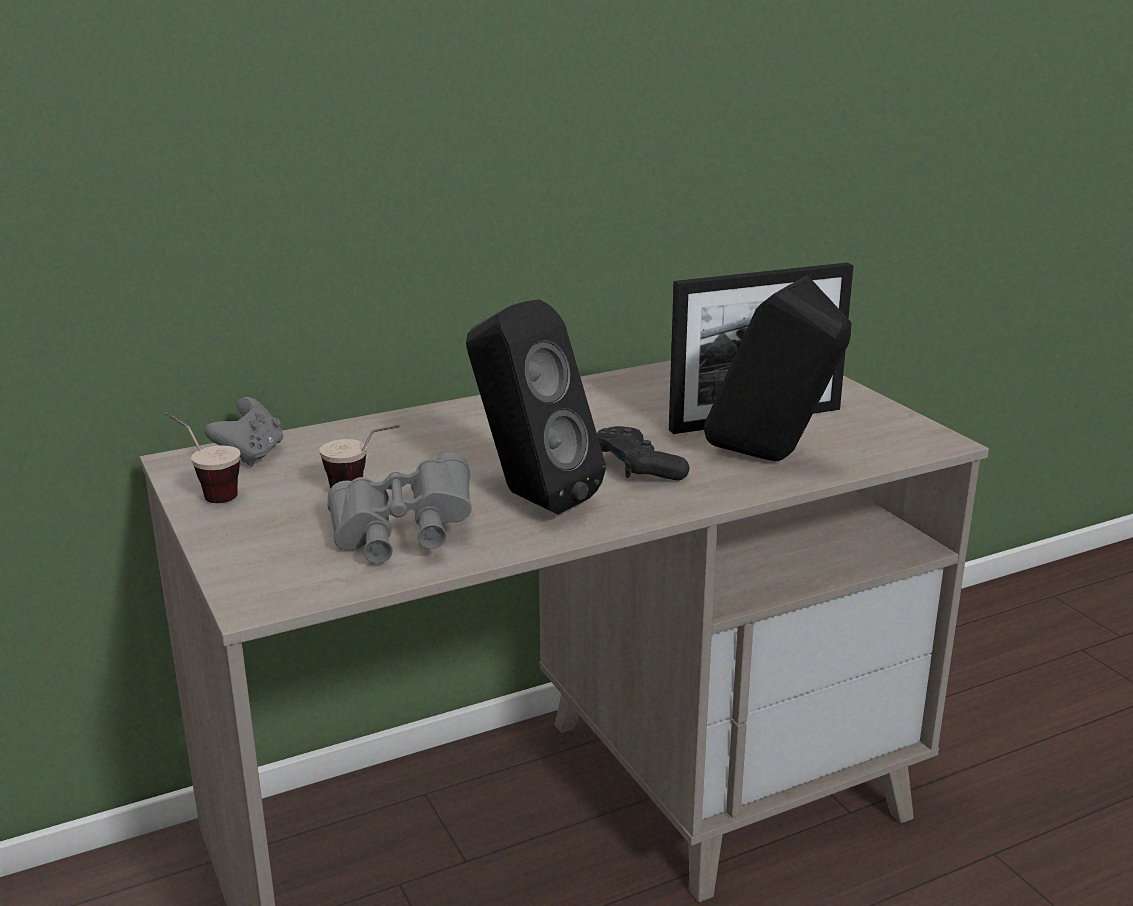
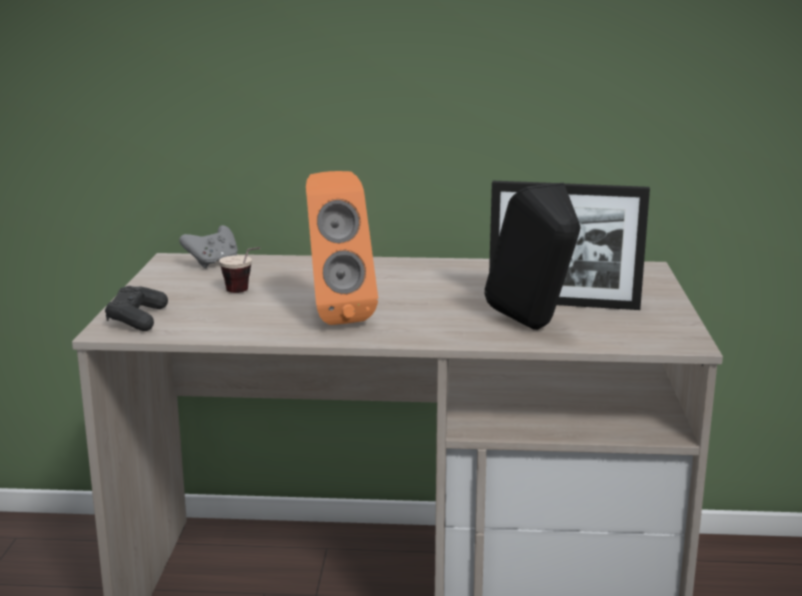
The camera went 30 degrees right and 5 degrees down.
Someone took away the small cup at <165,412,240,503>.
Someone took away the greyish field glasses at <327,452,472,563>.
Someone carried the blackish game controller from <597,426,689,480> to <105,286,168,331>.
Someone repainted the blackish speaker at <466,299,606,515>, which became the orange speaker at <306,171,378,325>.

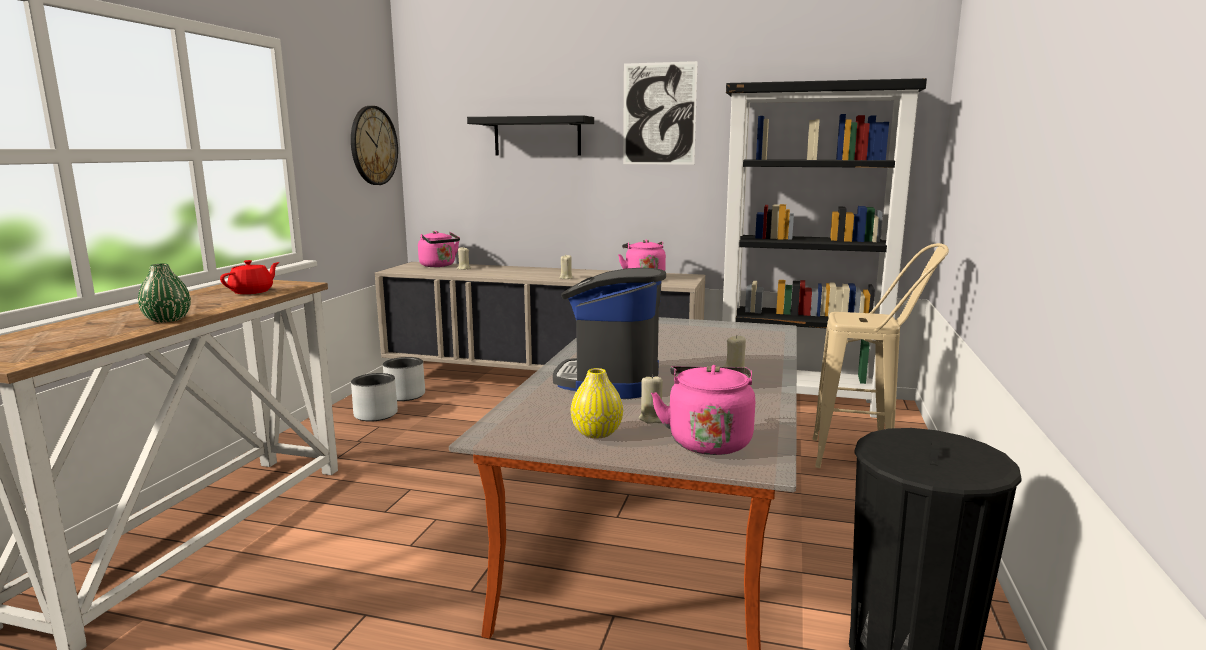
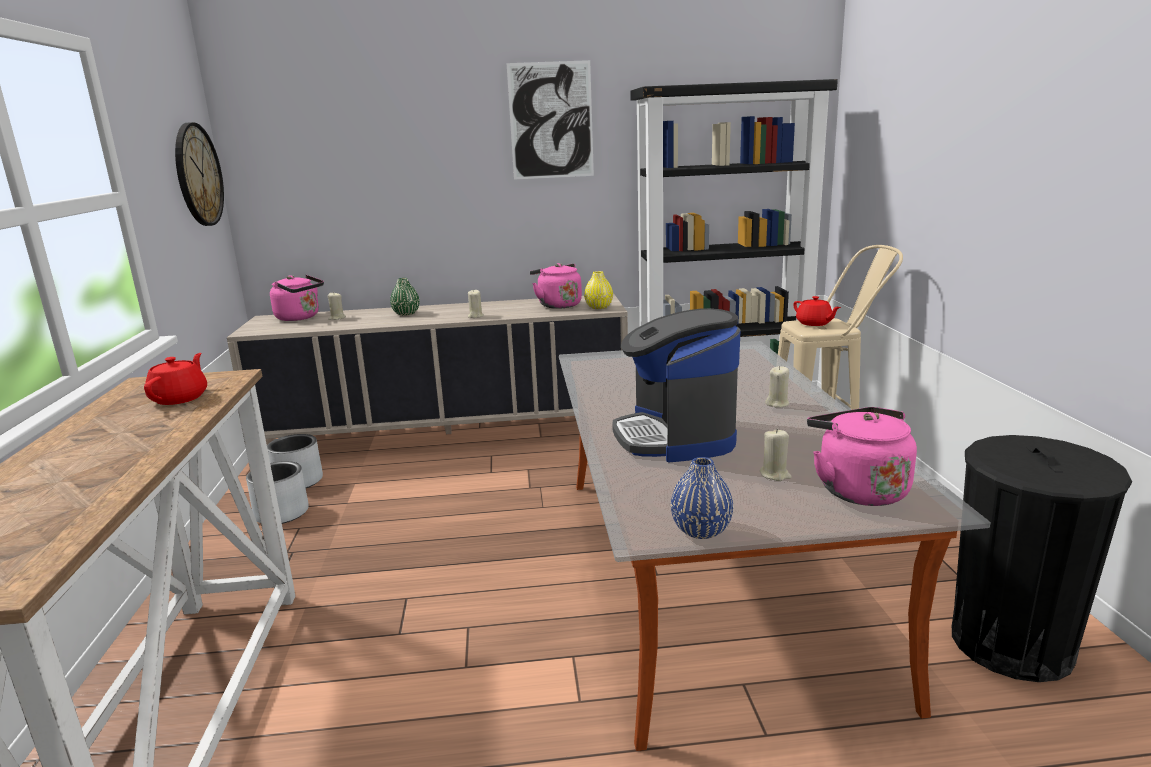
The camera went 20 degrees left and 5 degrees up.
Someone took away the blackish wall shelf at <467,115,594,156>.
Someone put down the blue vase at <671,457,733,539>.
Someone put down the reddish tea pot at <793,296,841,326>.
Someone carried the green vase from <138,263,191,323> to <390,278,420,316>.
Someone carried the yellow-coloured vase from <571,368,623,438> to <584,271,613,309>.

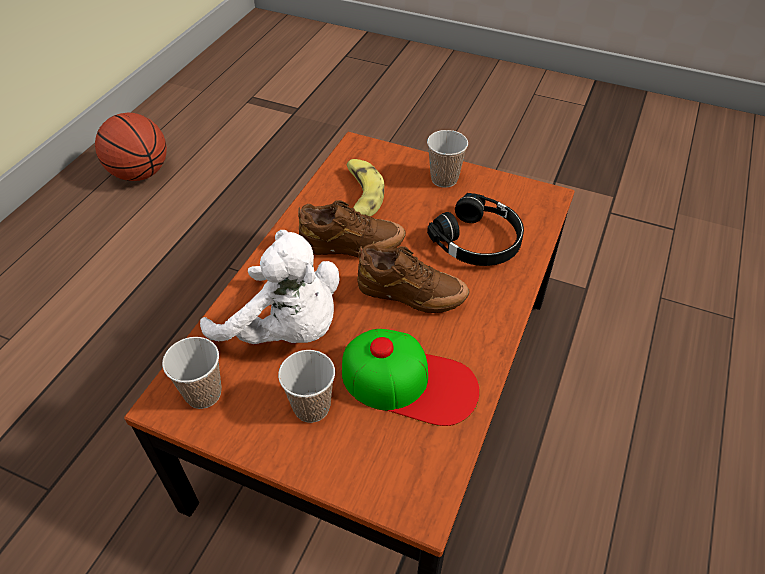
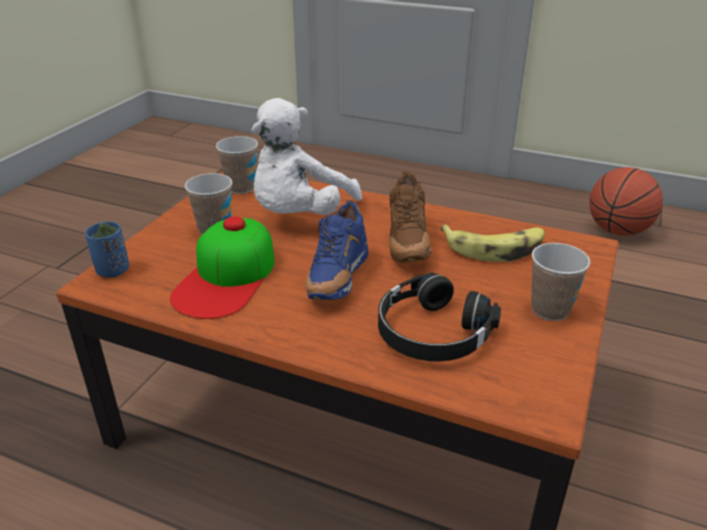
The camera went 90 degrees right and 15 degrees down.
Someone put down the blue small cup at <85,221,129,278>.
Someone repainted the brownish shoe at <357,244,470,313>, which became the blue shoe at <305,200,368,300>.

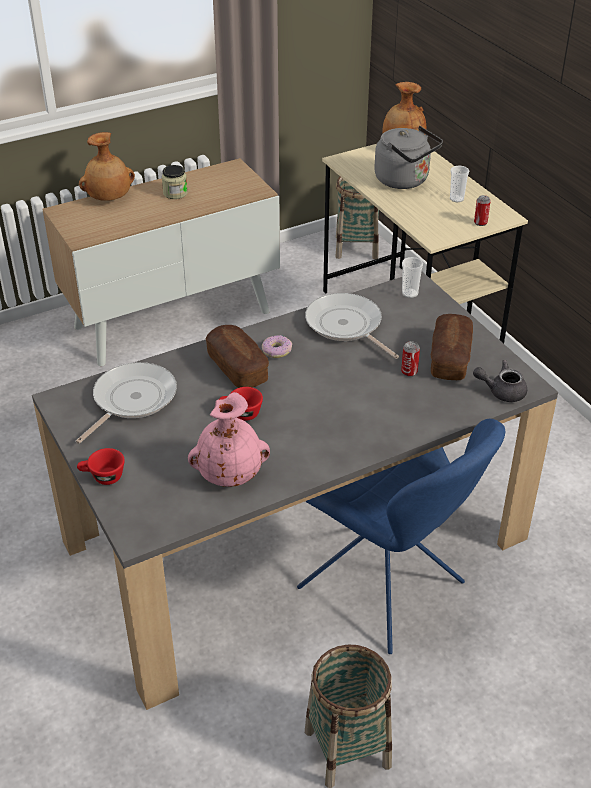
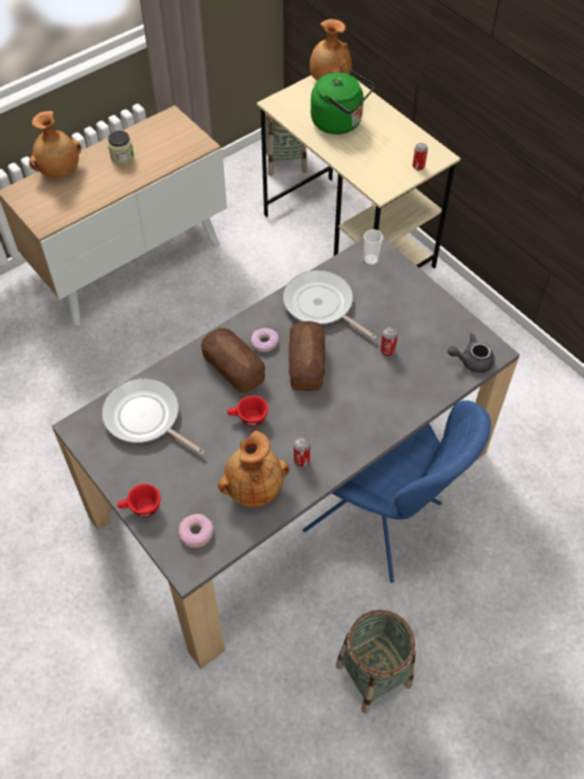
The camera went 10 degrees left and 15 degrees up.
Someone took away the small cup at <450,166,469,202>.
Someone put down the donut at <179,514,213,548>.
Someone put down the can at <294,438,310,466>.
Someone carried the bakery bread from <431,314,473,380> to <289,321,325,391>.
Someone repainted the pinkish vase at <188,392,270,487>, which became the brownish vase at <218,430,289,507>.
Someone repainted the greyish tea kettle at <374,126,443,189>, which became the green tea kettle at <311,70,375,134>.
Someone rotated the frying pan at <75,362,177,444> by 75 degrees counterclockwise.

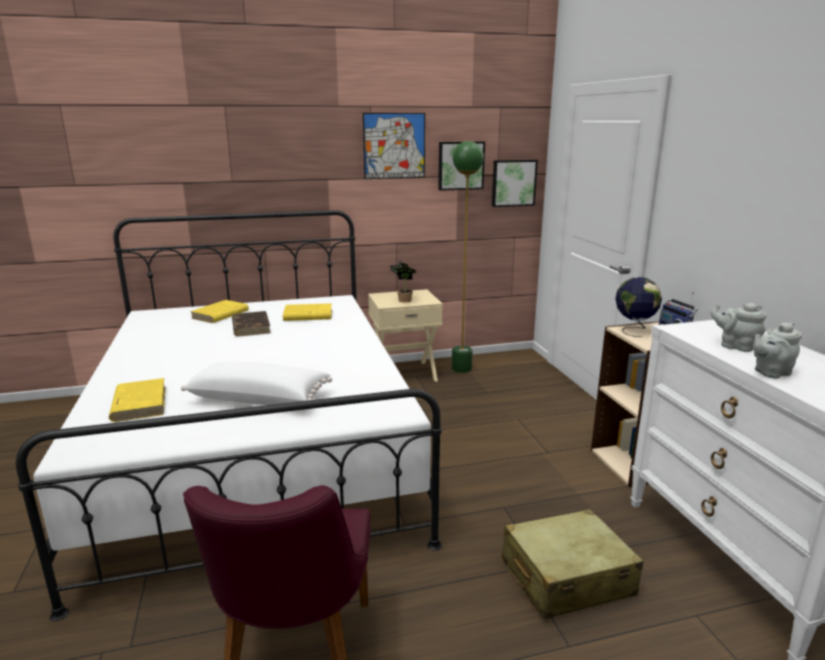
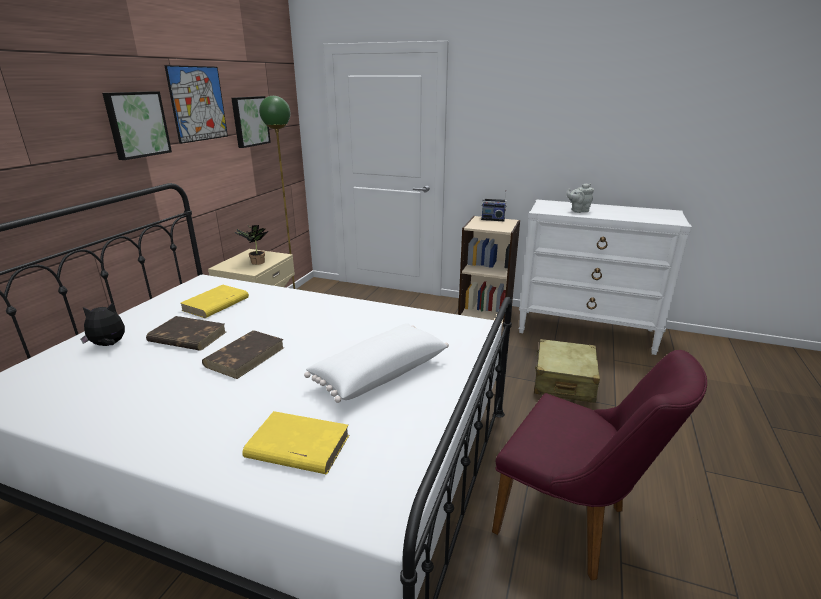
The camera went 55 degrees left and 5 degrees up.
Someone took away the world globe at <615,277,662,337>.
Someone took away the greyish tea pot at <753,322,802,378>.
Someone put down the brownish volume at <202,330,284,379>.
Someone carried the picture from <492,160,538,207> to <102,91,172,160>.
Someone swapped the yellow-coloured volume at <190,300,249,323> for the cuddly toy at <81,302,125,346>.

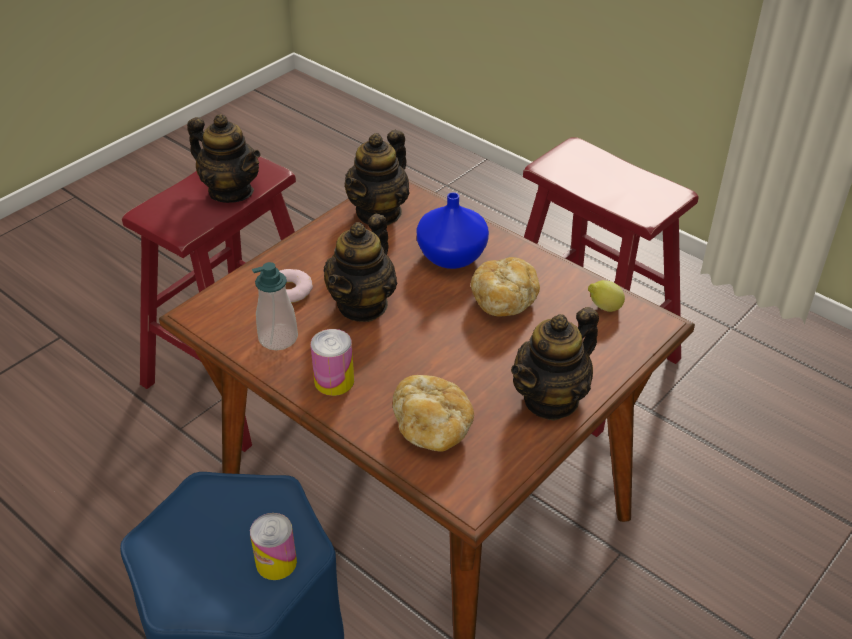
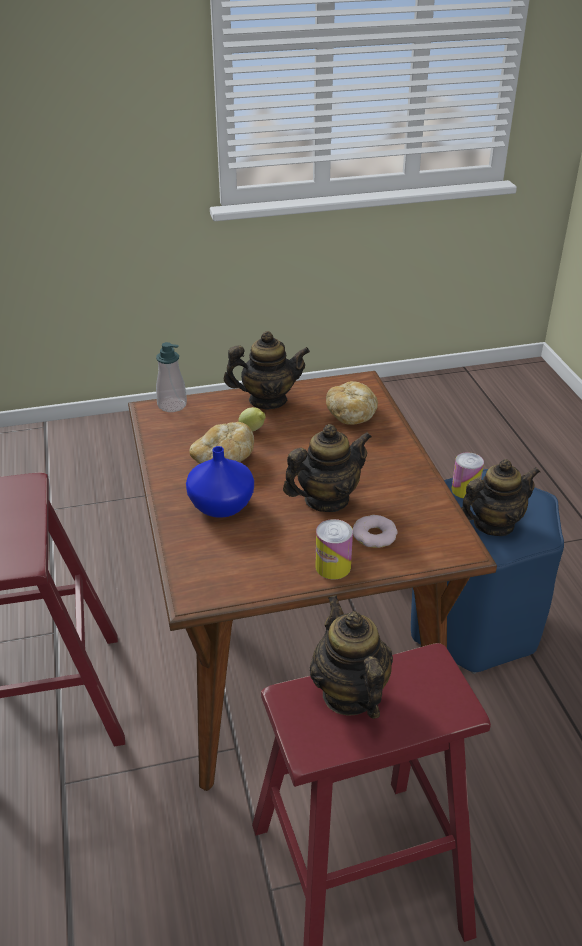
The camera went 145 degrees left and 5 degrees down.
Someone carried the soap dispenser from <252,262,298,350> to <156,342,187,412>.
Someone carried the can from <311,329,354,396> to <315,519,353,579>.
Someone carried the tea pot from <345,130,410,226> to <461,459,540,536>.
Someone carried the lemon from <588,280,625,312> to <238,407,266,432>.

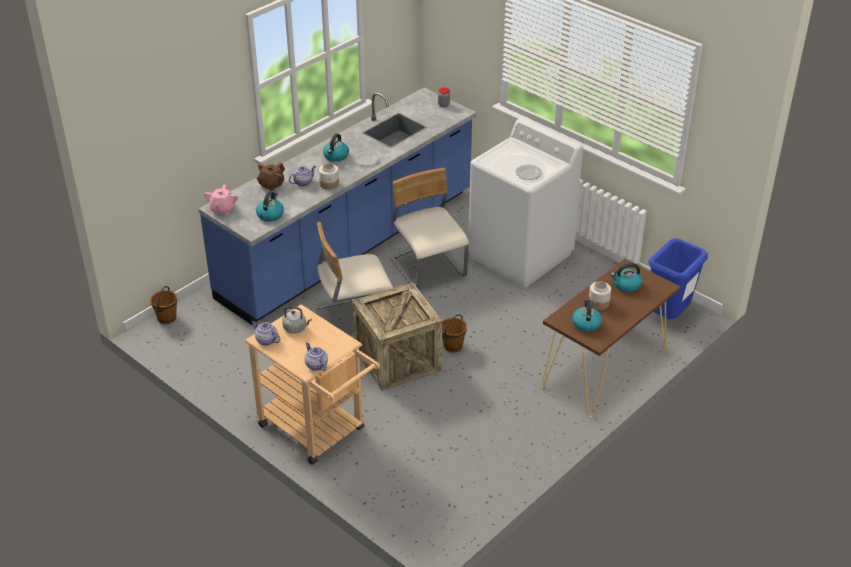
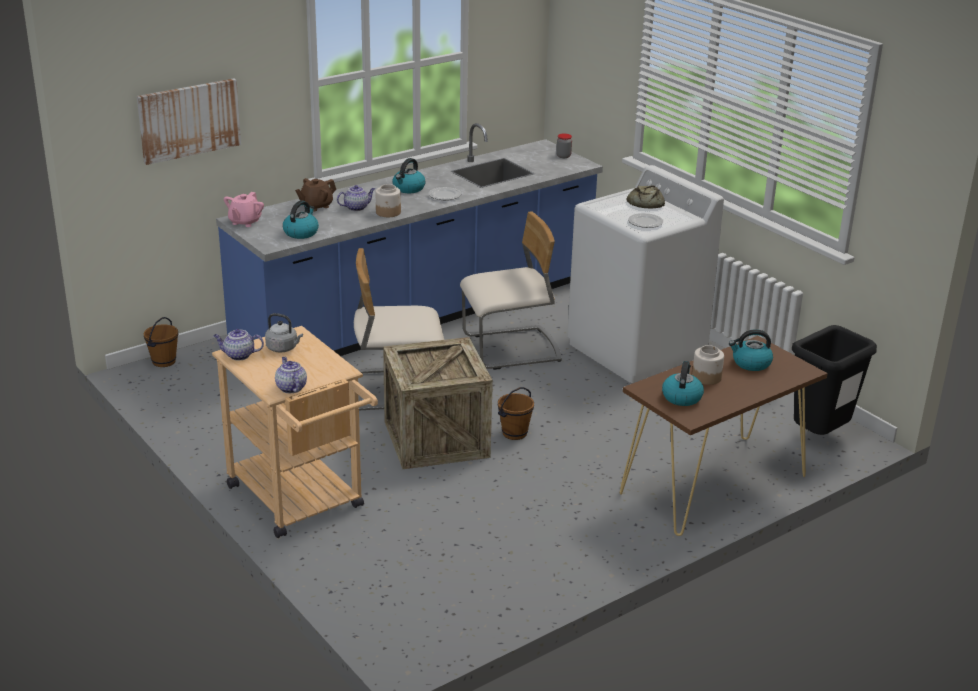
The camera went 10 degrees right and 10 degrees down.
Someone put up the picture at <137,78,241,165>.
Someone put down the bakery bread at <627,185,665,208>.
Someone repainted the blue trash can at <648,238,708,319>, which became the blackish trash can at <792,325,877,435>.
Someone rotated the tea pot at <251,321,280,346> by 45 degrees counterclockwise.
Someone rotated the beige-coloured chair at <390,168,469,290> by 90 degrees clockwise.

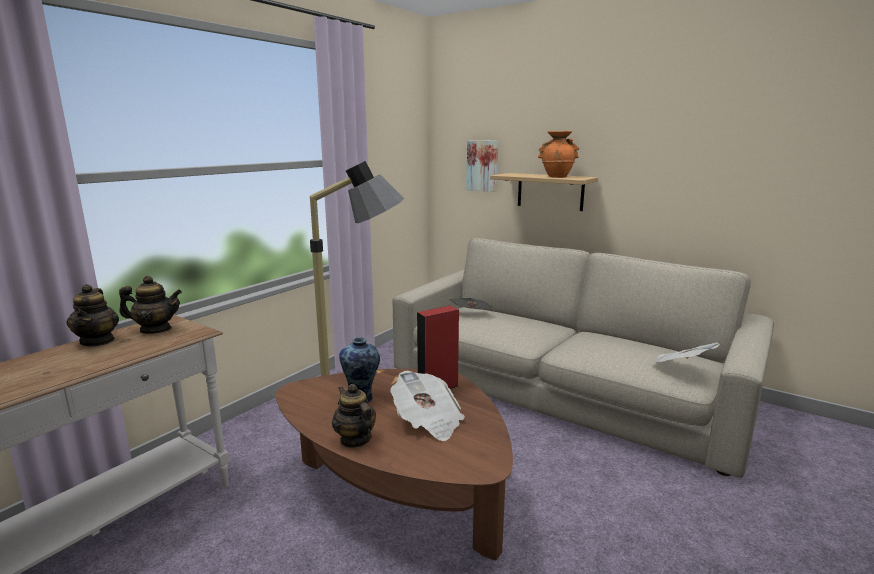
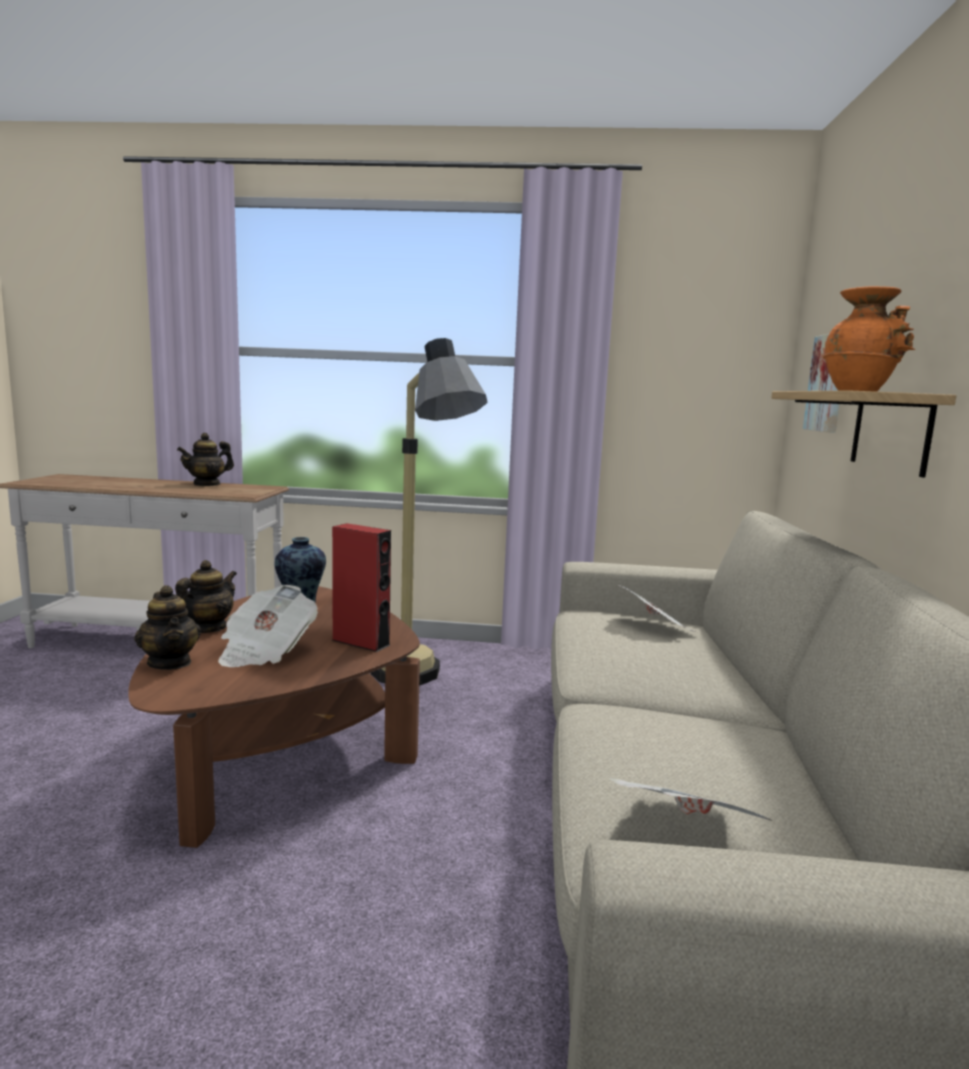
The camera went 60 degrees right and 5 degrees down.
Someone carried the tea pot from <119,276,182,334> to <134,585,201,670>.

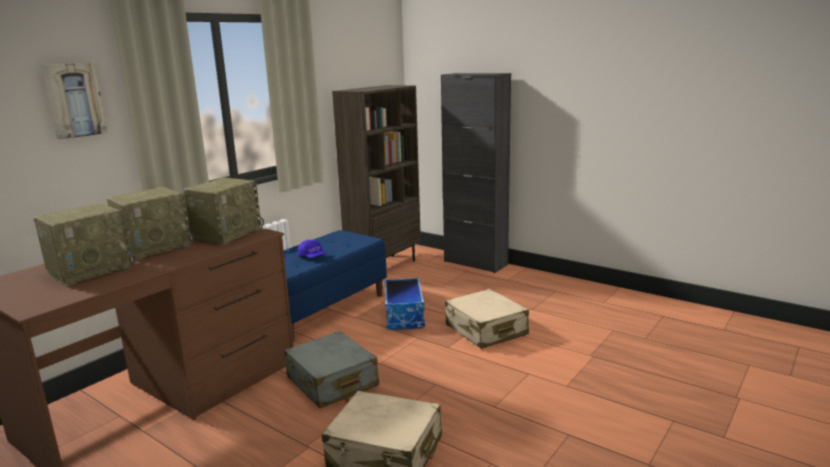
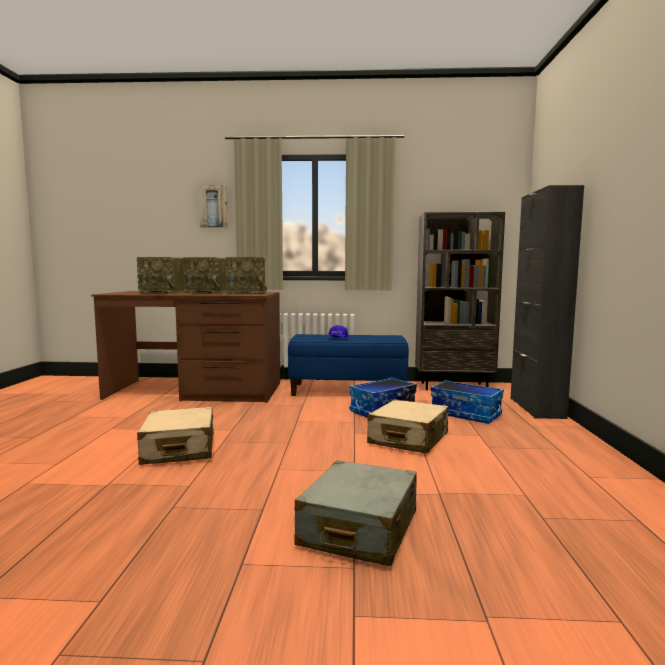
The camera went 55 degrees right and 10 degrees down.
Someone put down the storage box at <431,380,504,424>.
Someone carried the greyish suitcase from <284,331,379,408> to <294,460,417,566>.

